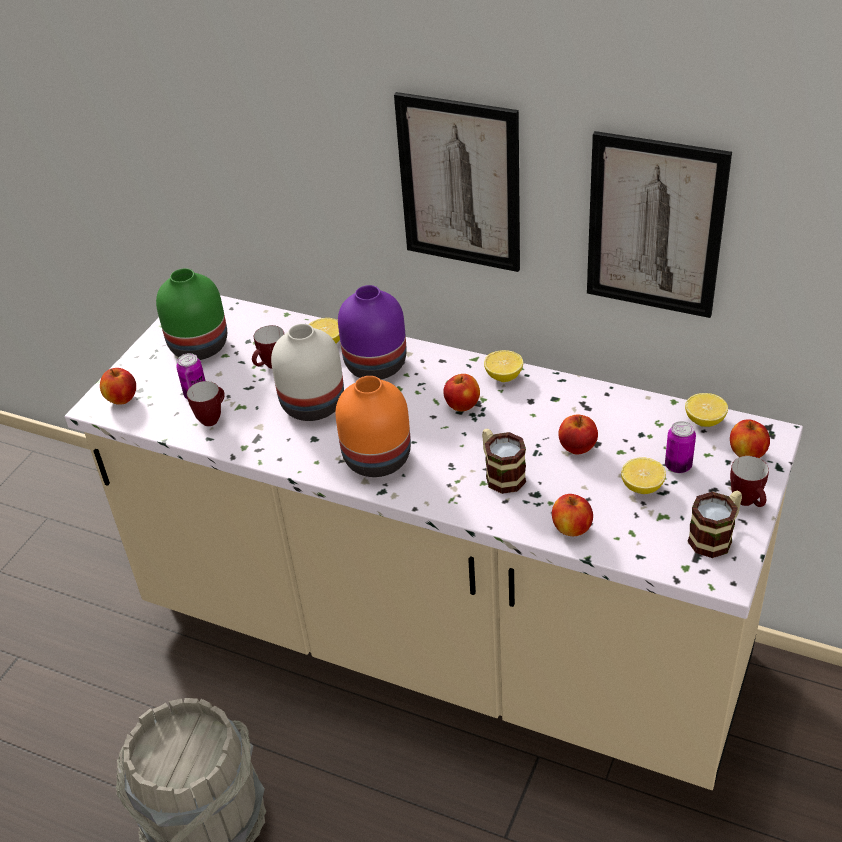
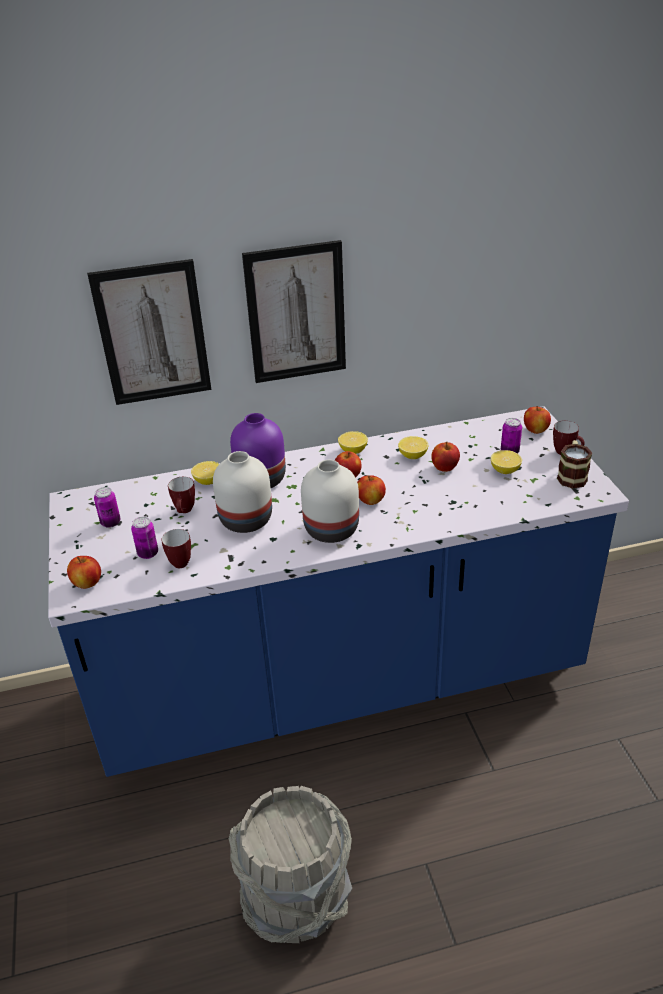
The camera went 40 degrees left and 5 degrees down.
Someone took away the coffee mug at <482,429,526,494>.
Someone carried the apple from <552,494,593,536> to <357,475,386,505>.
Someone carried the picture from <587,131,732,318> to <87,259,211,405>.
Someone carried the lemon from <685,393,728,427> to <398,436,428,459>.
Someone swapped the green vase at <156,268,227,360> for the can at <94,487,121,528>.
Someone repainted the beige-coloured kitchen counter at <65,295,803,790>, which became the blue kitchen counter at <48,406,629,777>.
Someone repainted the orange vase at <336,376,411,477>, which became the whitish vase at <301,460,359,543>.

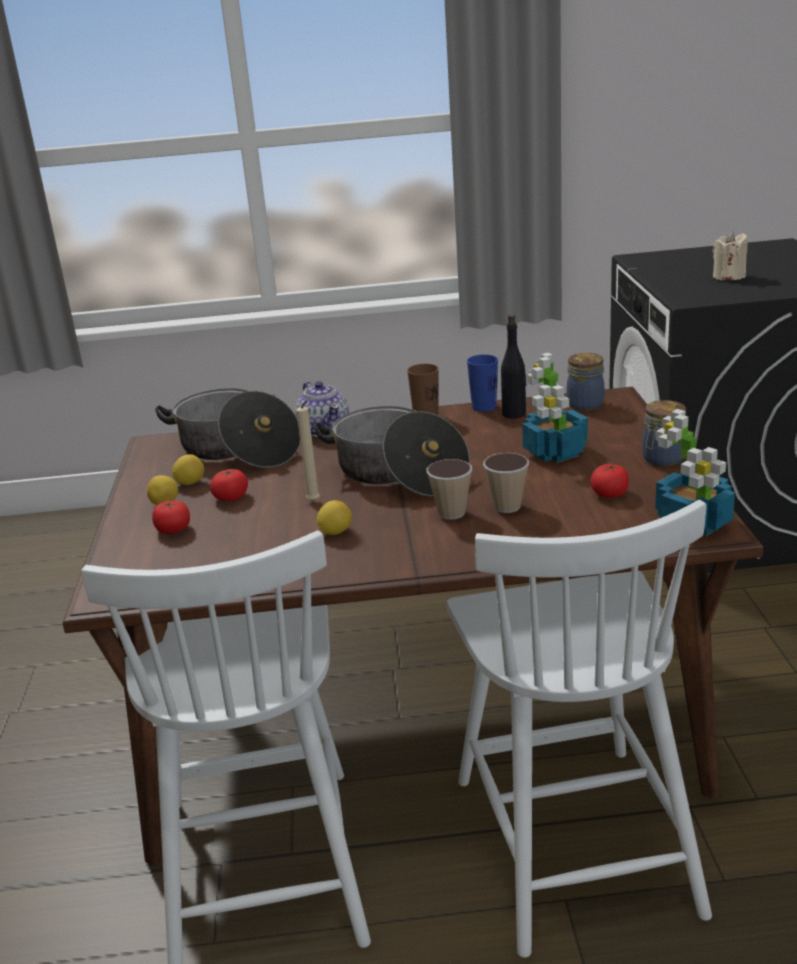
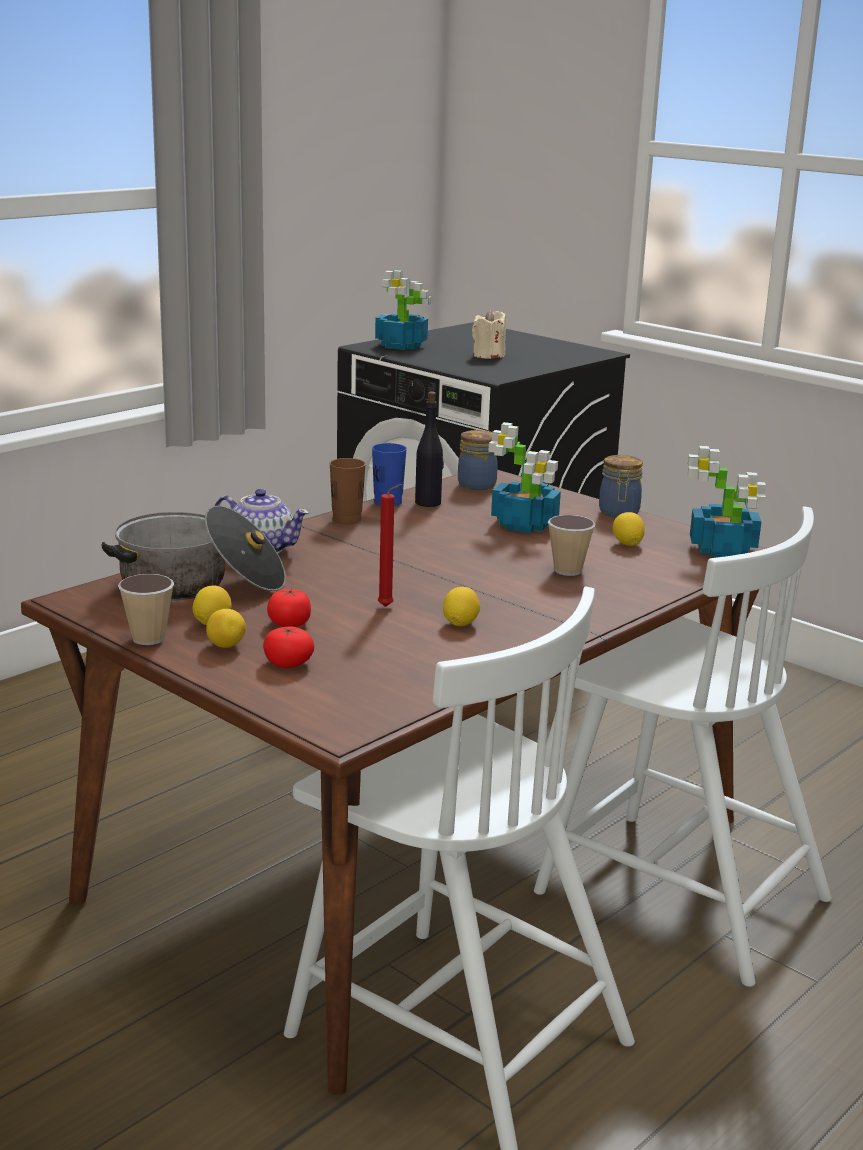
The camera went 45 degrees left and 5 degrees down.
Someone took away the saucepot at <314,406,470,497>.
Someone put down the plant in a pot at <375,270,431,350>.
Someone carried the small cup from <426,459,472,520> to <118,574,174,645>.
Someone swapped the whole tomato at <590,464,629,498> for the lemon at <613,512,645,546>.
Someone repainted the beige-coloured wax light at <296,401,320,501>, which became the reddish wax light at <378,484,402,607>.

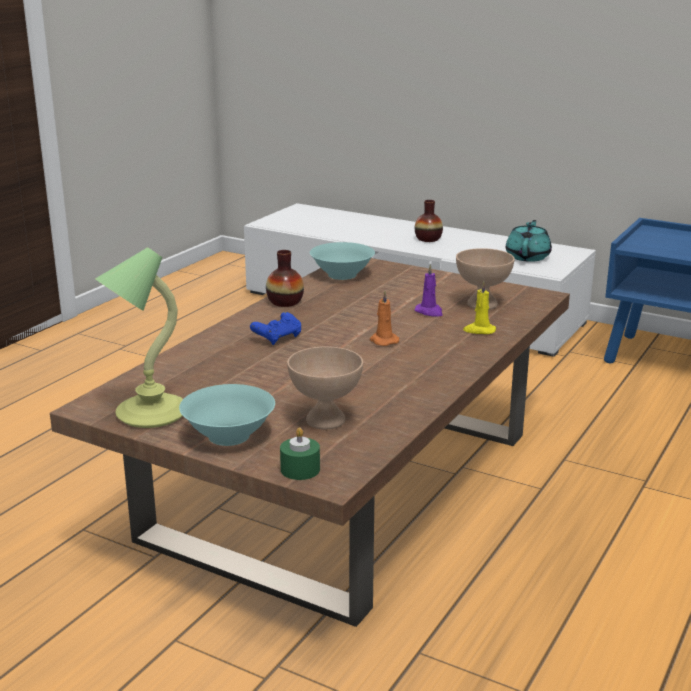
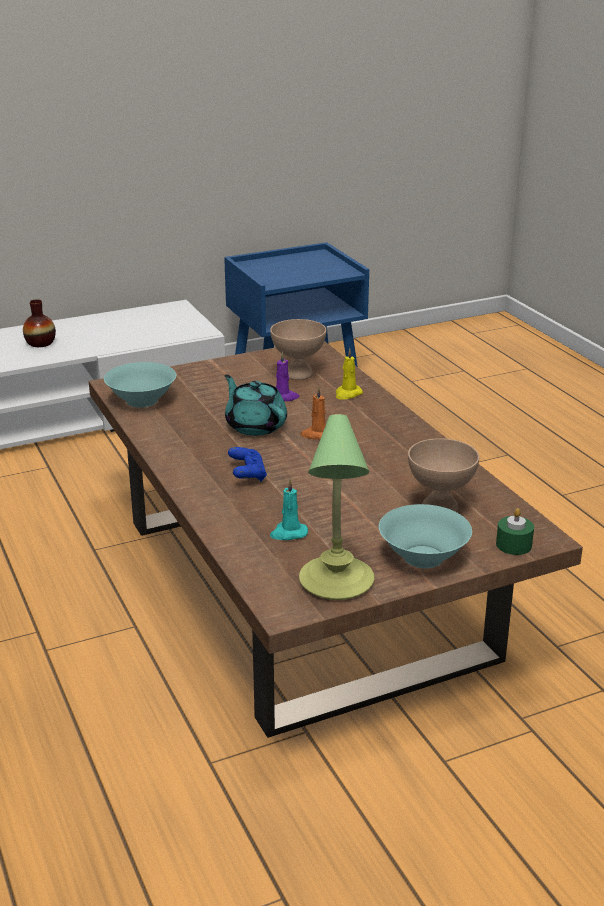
The camera went 55 degrees left and 5 degrees up.
Someone took away the vase at <266,250,304,307>.
Someone put down the turquoise wax light at <270,479,308,540>.
Someone carried the turquoise tea pot from <506,220,552,262> to <225,374,287,436>.

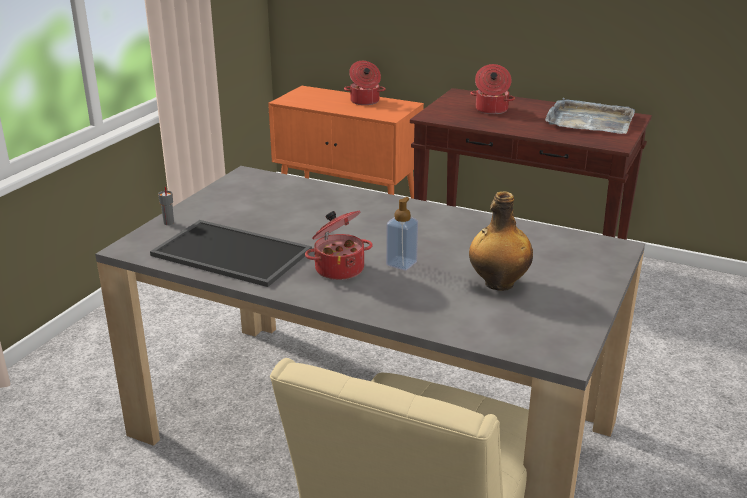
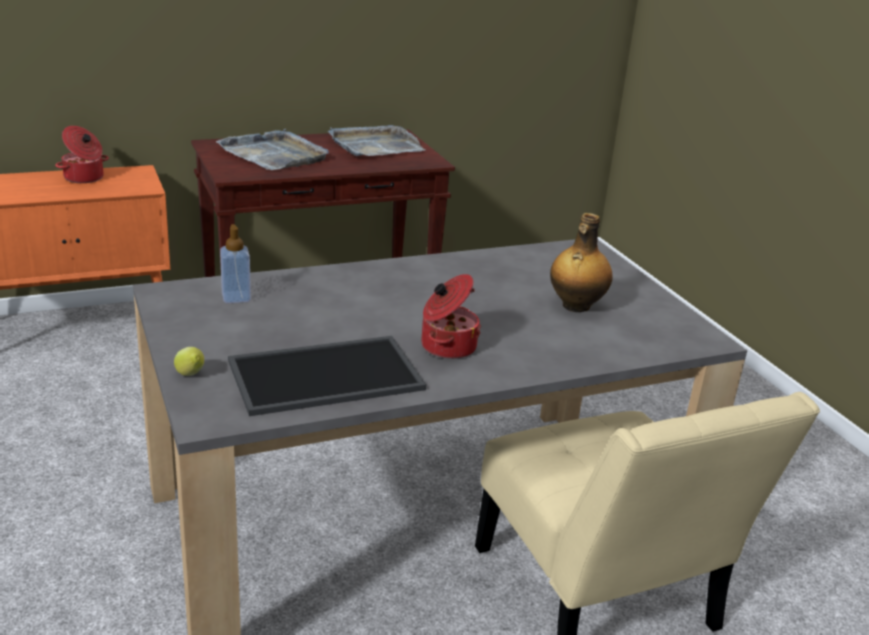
The camera went 50 degrees left and 0 degrees up.
Someone carried the soap dispenser from <386,197,418,270> to <220,224,251,303>.
Someone swapped the greyish small cup at <158,187,174,225> for the lemon at <174,347,204,376>.
Someone swapped the saucepot at <470,64,515,114> for the greyish tray at <216,129,329,170>.

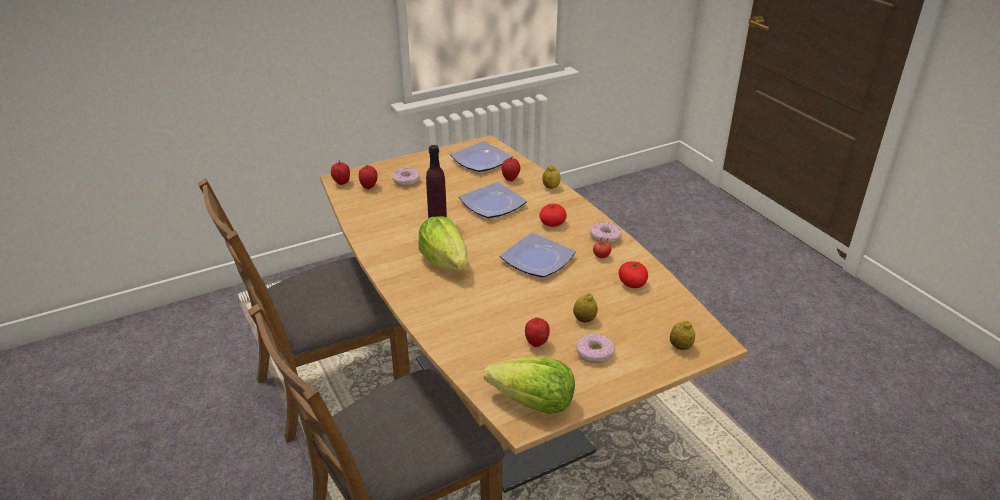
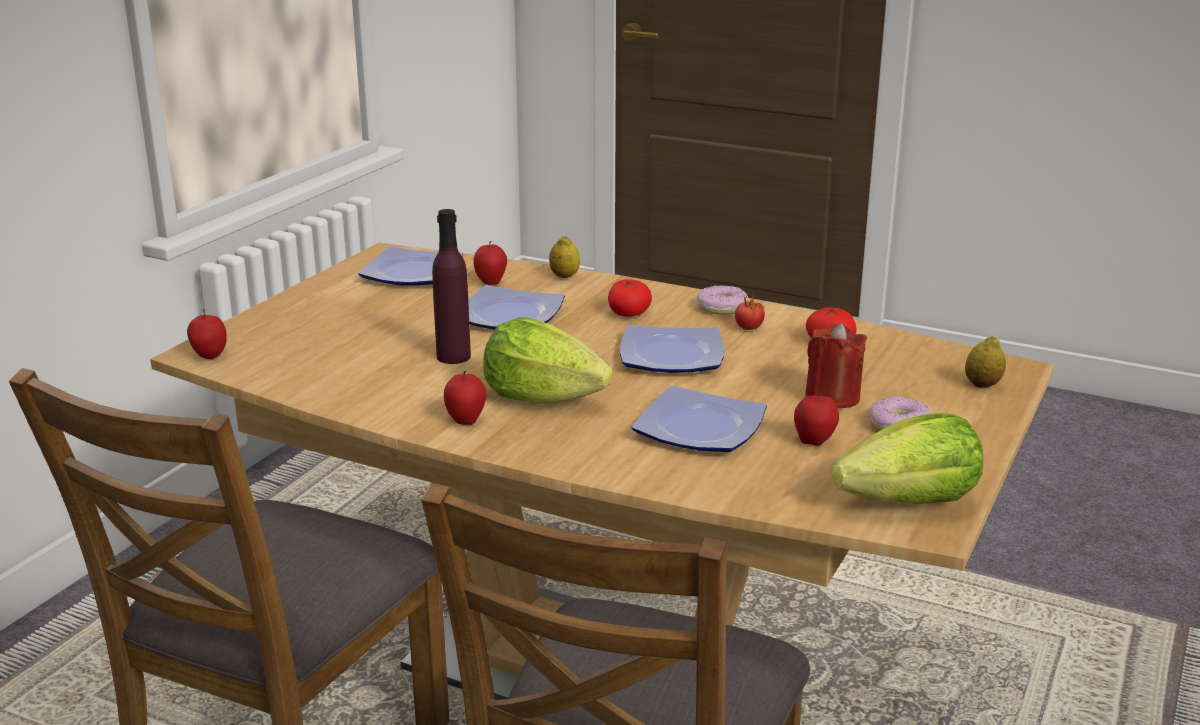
The camera went 35 degrees left and 10 degrees down.
Someone took away the donut at <392,167,420,186>.
Someone put down the plate at <632,386,767,452>.
Someone carried the apple from <359,166,378,190> to <444,371,486,425>.
Someone swapped the lemon at <573,293,598,323> for the reddish wax light at <805,324,867,408>.

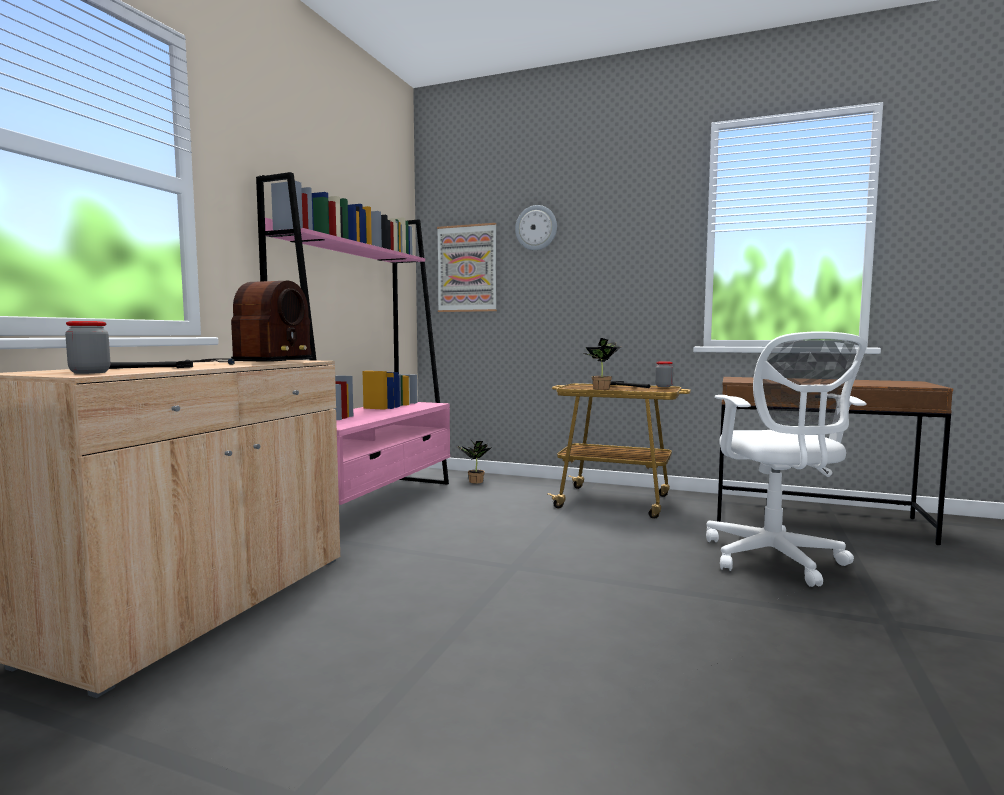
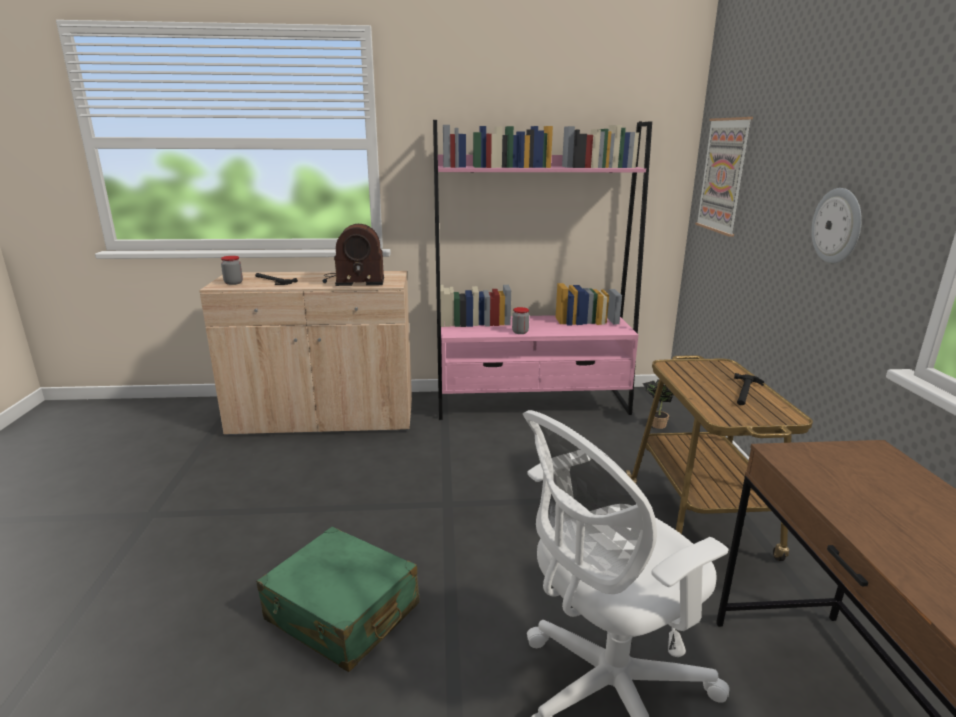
The camera went 65 degrees right and 15 degrees up.
Someone took away the plant in a pot at <584,338,621,390>.
Someone put down the green suitcase at <257,527,420,672>.
Someone carried the hanging clock from <515,205,557,250> to <811,188,862,263>.
Someone carried the storage jar from <655,361,673,387> to <512,307,529,334>.

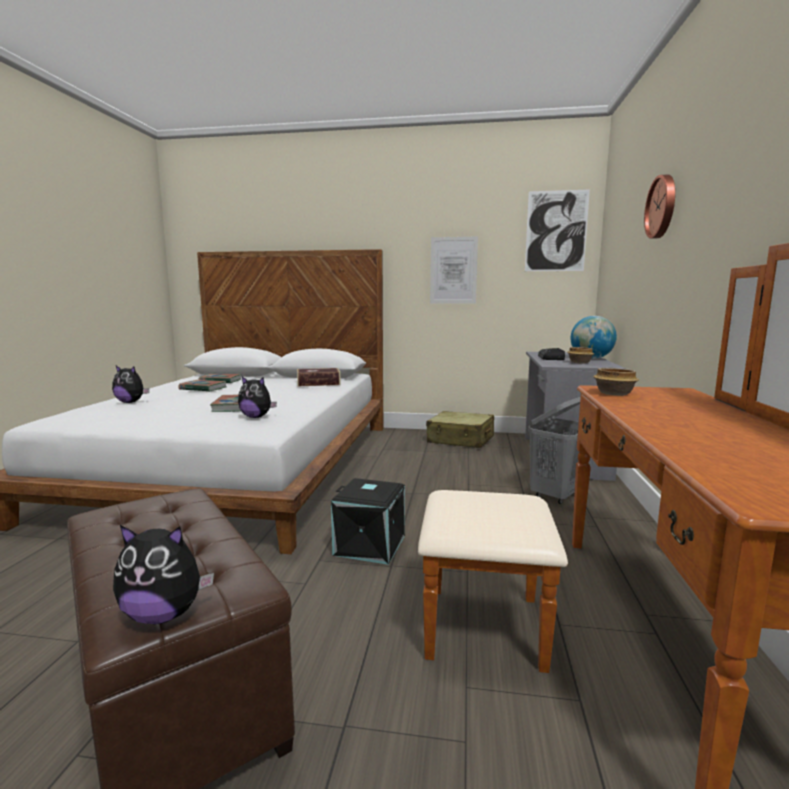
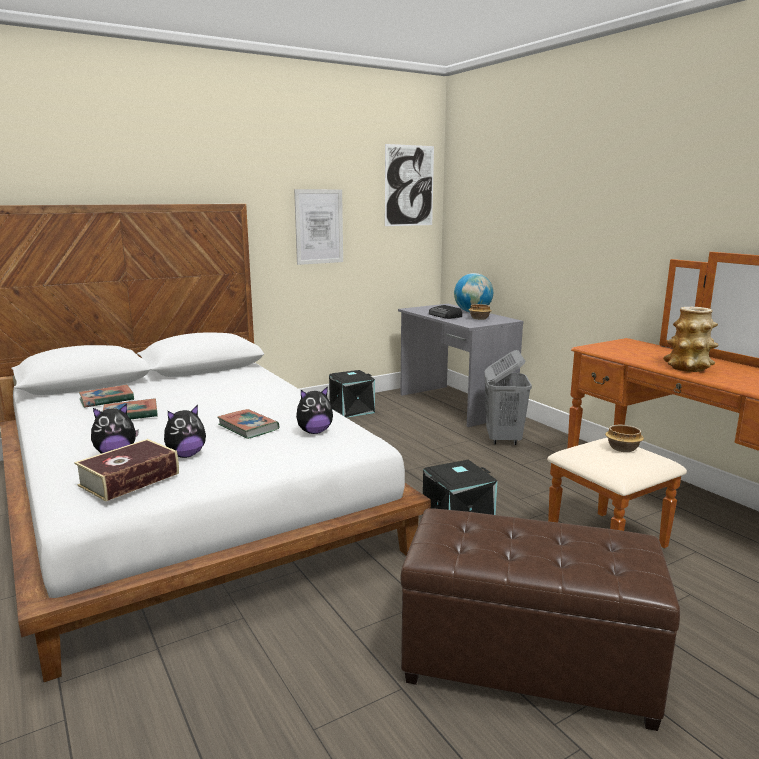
The camera went 40 degrees left and 5 degrees up.
Someone took away the hanging clock at <644,175,675,238>.
Someone put down the vase at <663,307,718,372>.
Someone carried the cuddly toy from <113,525,214,624> to <164,405,206,458>.
Someone carried the volume from <297,368,341,386> to <74,439,179,501>.
Someone carried the deep dish from <593,368,639,396> to <605,425,644,452>.
Someone swapped the beige-coloured suitcase at <426,411,494,448> for the blackish storage box at <329,370,375,418>.

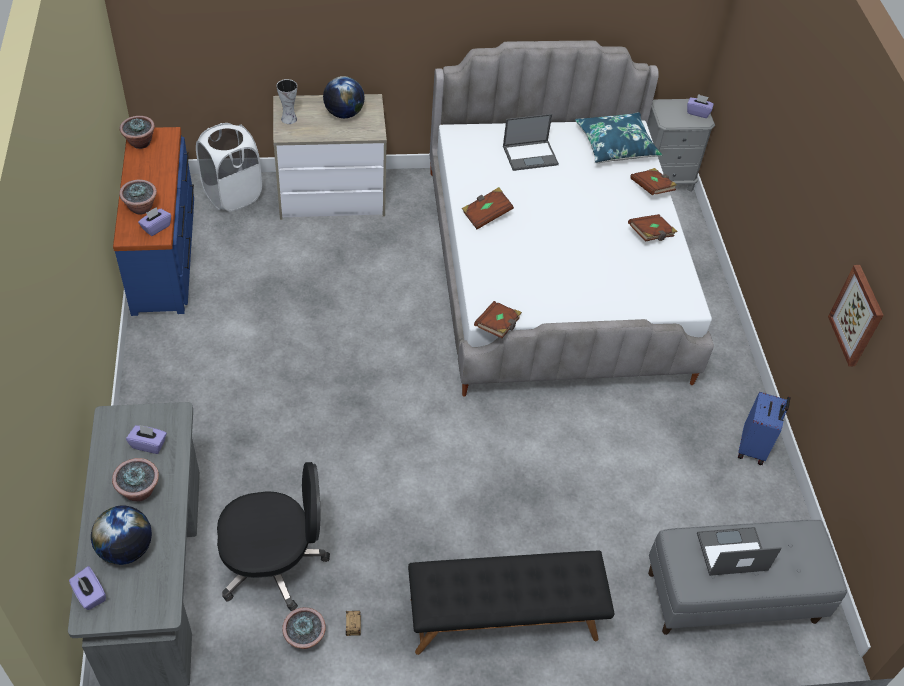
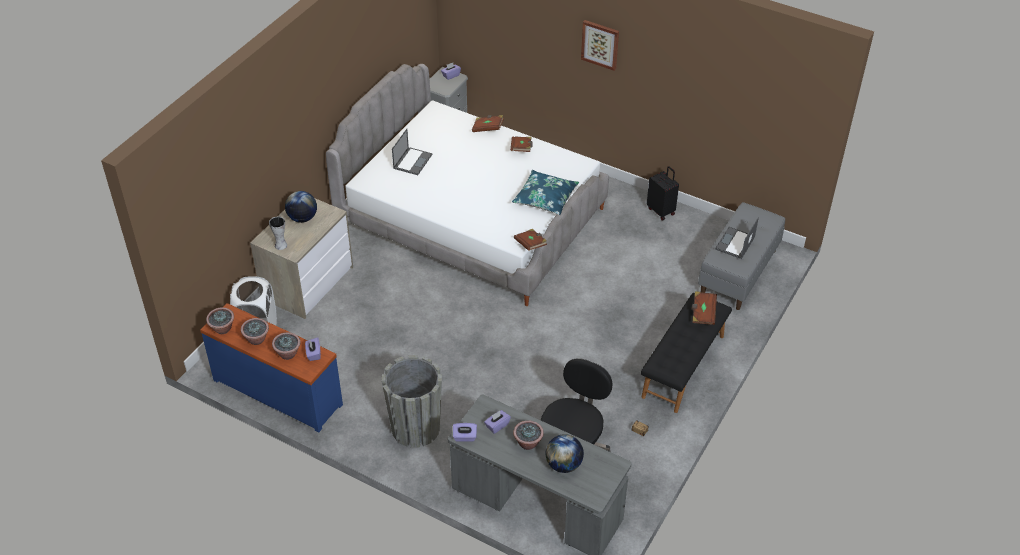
The camera went 50 degrees left and 5 degrees down.
Someone put down the greyish planter at <382,355,442,448>.
Someone carried the purple box of tissues from <69,566,106,610> to <453,423,477,442>.
Someone carried the plant in a pot from <282,607,326,649> to <241,318,269,345>.
Someone carried the brownish volume from <462,187,514,229> to <692,291,717,325>.
Someone carried the blue pillow from <575,112,662,163> to <512,170,579,215>.
Someone carried the picture from <828,265,884,367> to <581,20,619,71>.
Someone repainted the blue suitcase at <738,392,790,465>, which became the blackish suitcase at <647,166,679,221>.

